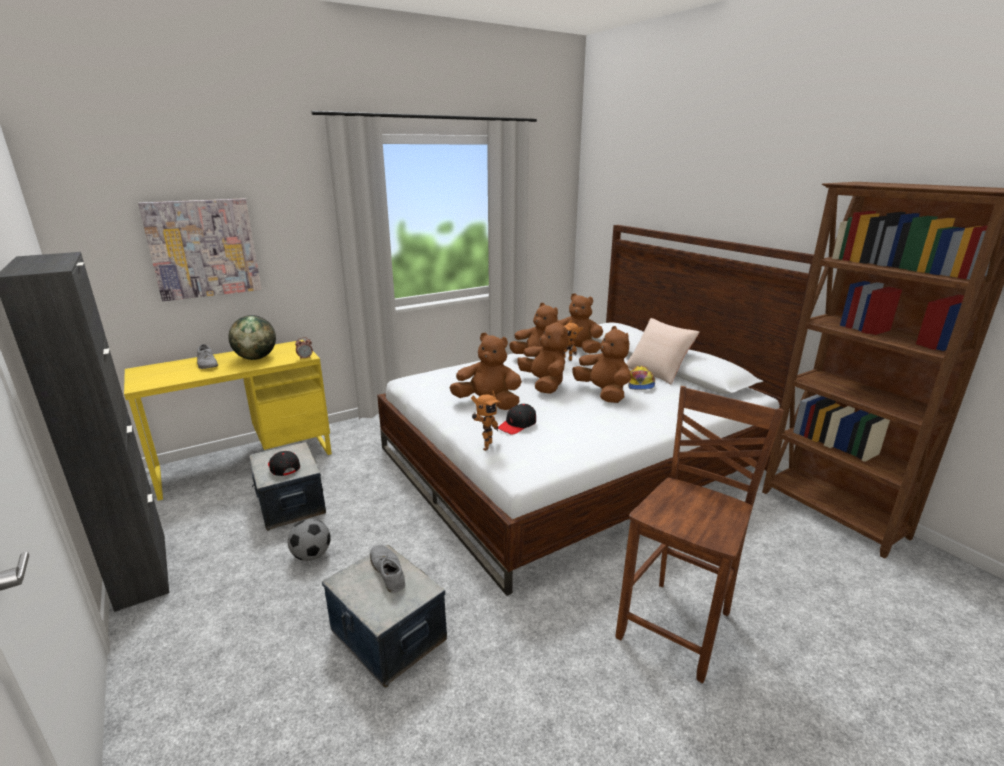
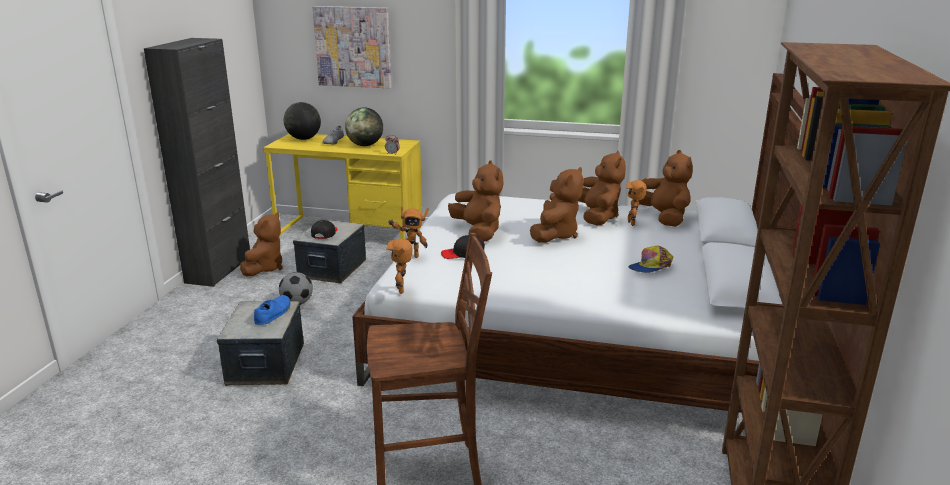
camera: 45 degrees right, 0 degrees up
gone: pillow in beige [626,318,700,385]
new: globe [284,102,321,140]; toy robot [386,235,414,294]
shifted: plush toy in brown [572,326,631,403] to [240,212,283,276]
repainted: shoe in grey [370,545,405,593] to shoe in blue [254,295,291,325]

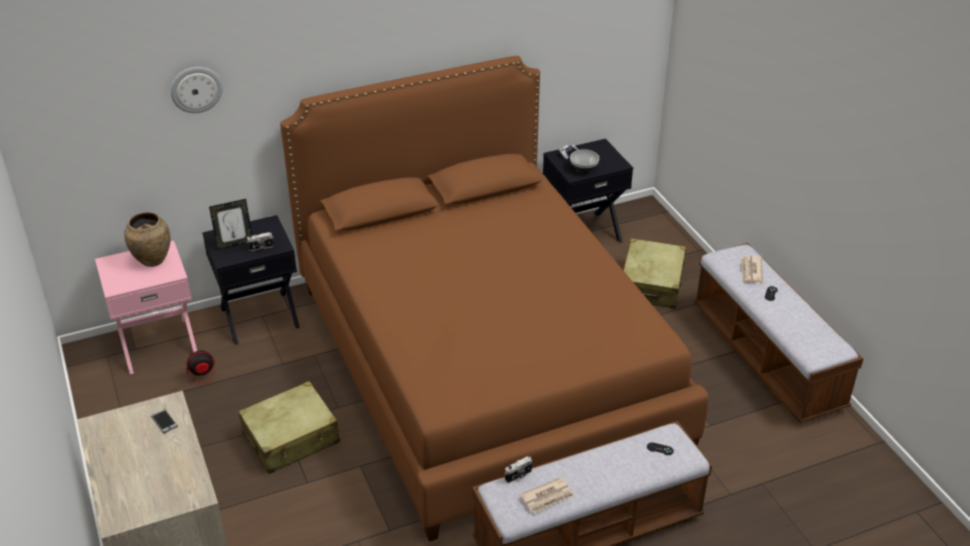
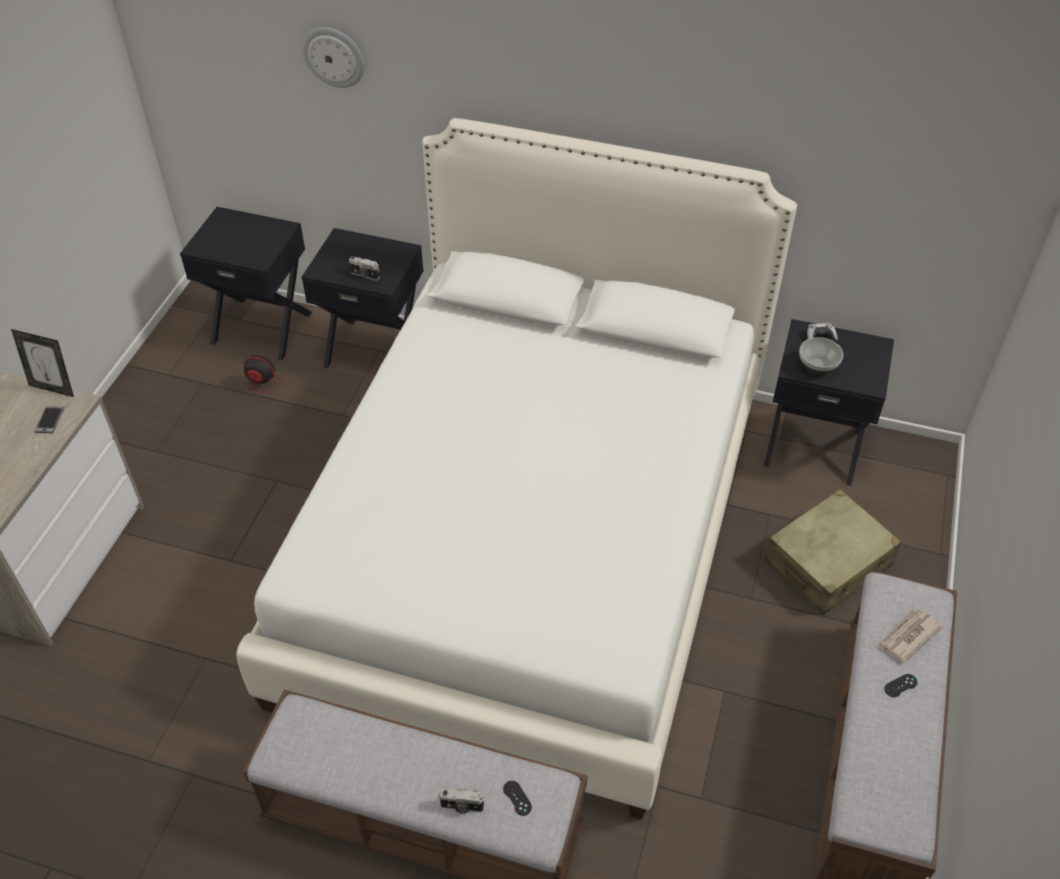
camera: 40 degrees right, 10 degrees up
gone: vase in brown [124,212,170,267]; suitcase in beige [238,381,340,474]; newspaper [519,477,575,513]
shifted: picture frame [209,199,252,250] to [11,329,74,397]; photo camera [505,456,532,483] to [438,788,485,814]
repainted: nightstand in pink [95,241,197,374] to nightstand in black [180,207,312,360]; bed in brown [280,56,709,542] to bed in white [236,118,797,820]

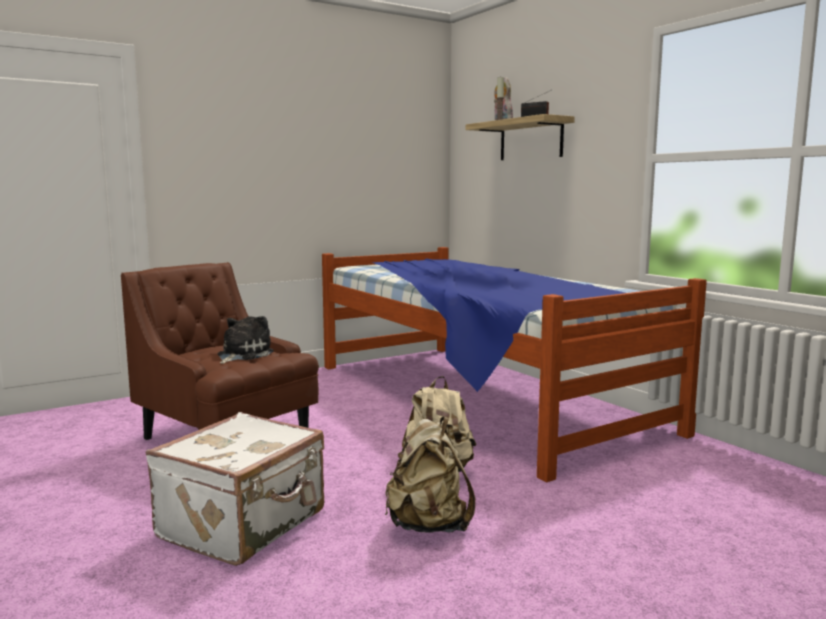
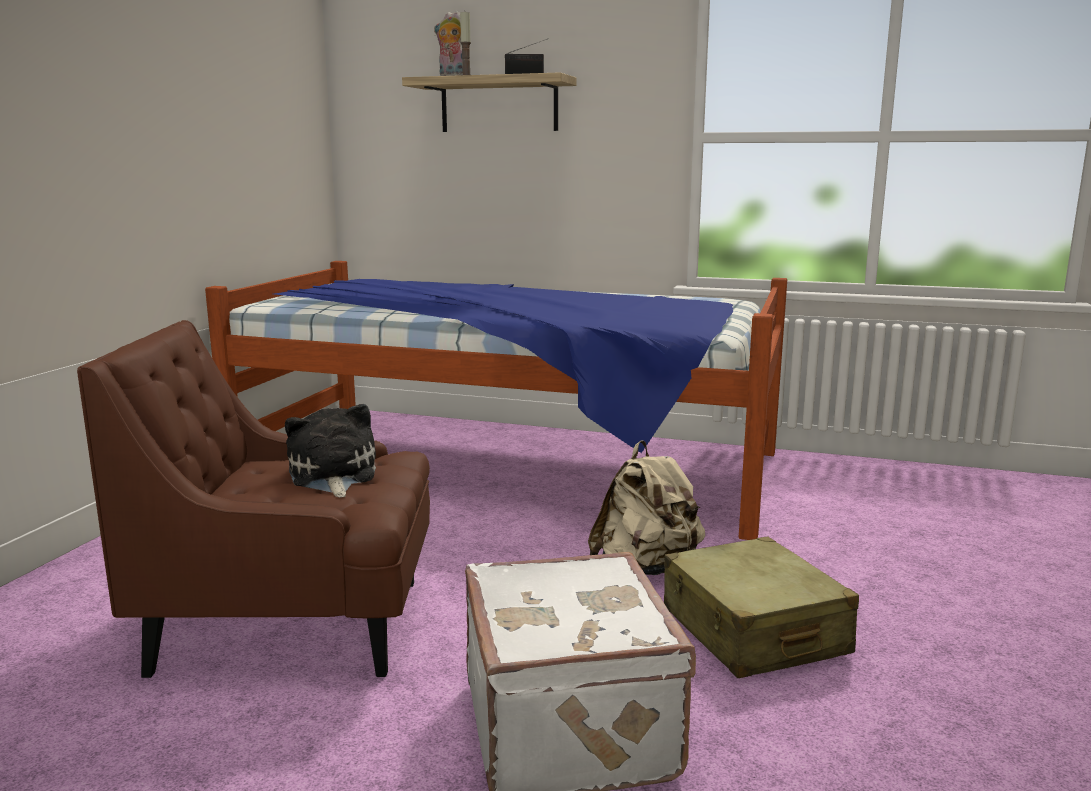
camera: 40 degrees left, 5 degrees up
swapped: backpack in beige [385,417,475,532] to suitcase in beige [664,536,859,678]

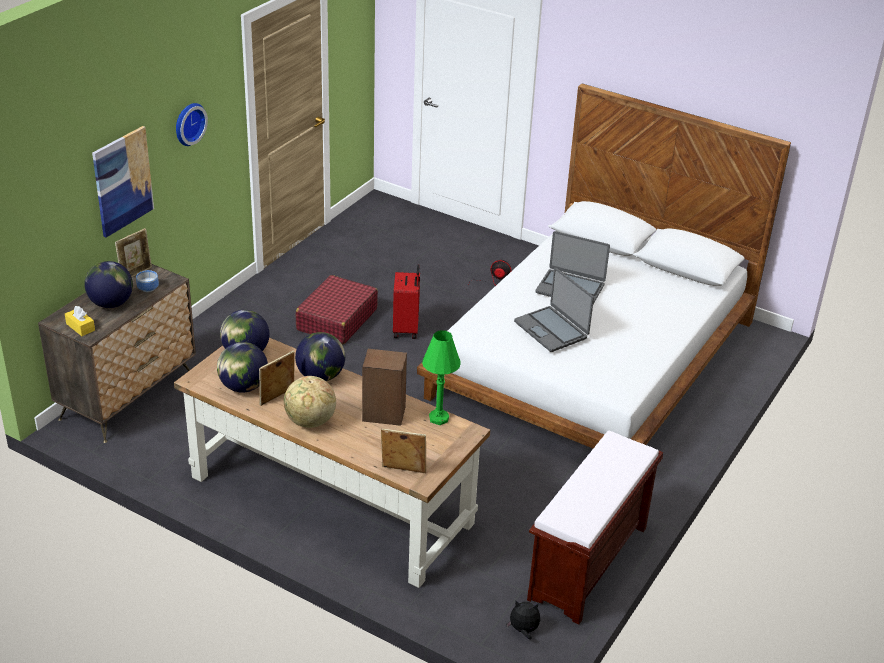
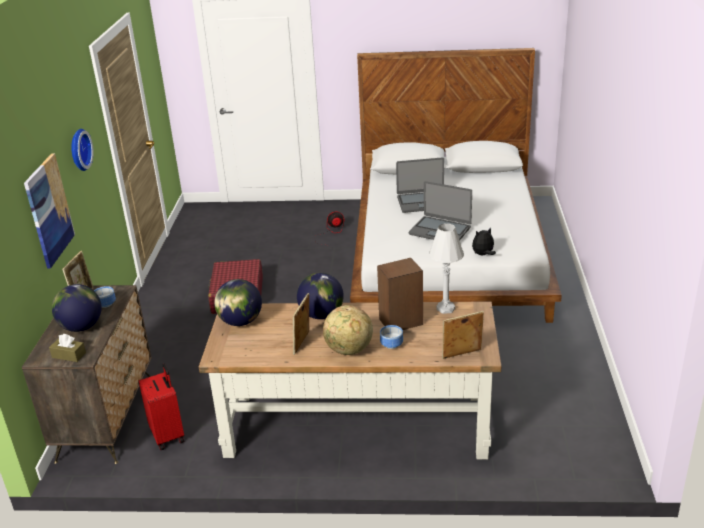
camera: 25 degrees left, 5 degrees down
gone: globe [217,342,268,393]; bench in brown [527,431,663,625]
new: bowl [380,325,403,349]
shifted: suitcase in red [393,265,420,339] to [139,364,184,450]; plush toy [507,601,540,639] to [472,228,496,255]
repainted: tissue box in yellow [65,306,95,336] to tissue box in brown [49,334,86,362]; table lamp in green [422,330,461,425] to table lamp in white [429,223,464,314]

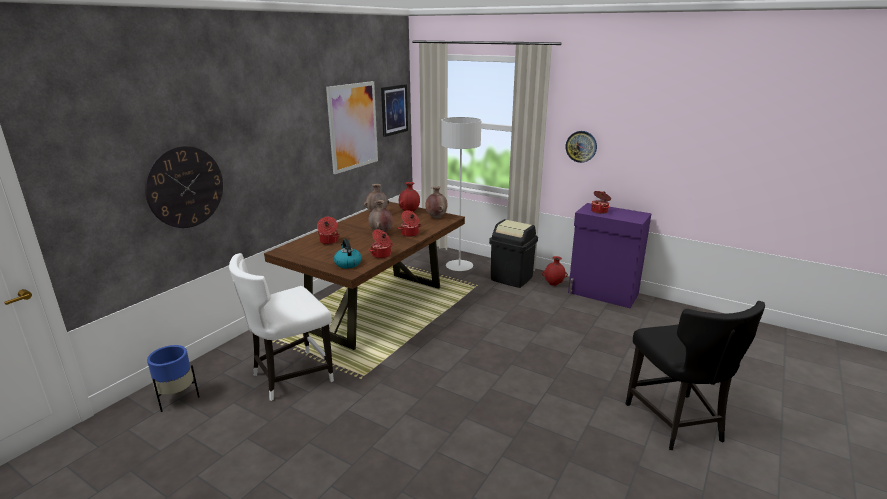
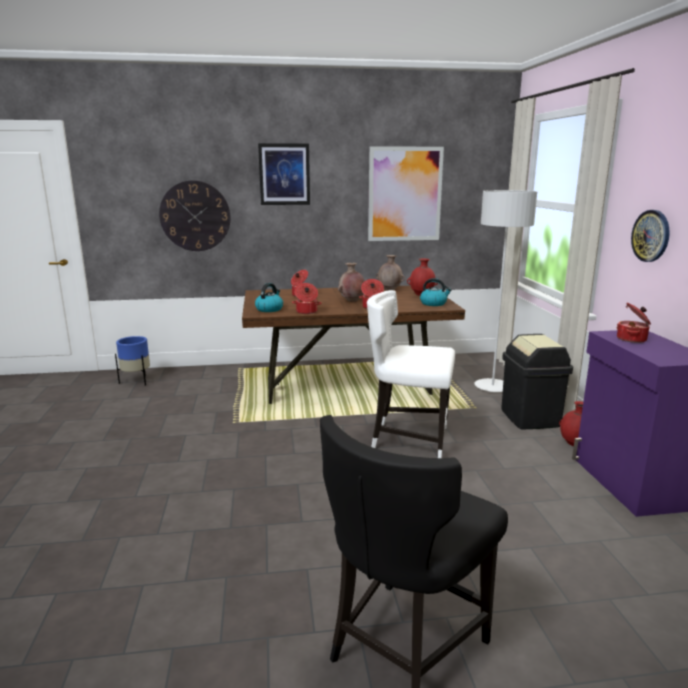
camera: 50 degrees right, 5 degrees down
shifted: chair in white [229,253,334,401] to [367,290,455,458]; picture [381,84,408,137] to [258,143,310,205]
swapped: vase in brown [425,186,448,219] to kettle [420,278,452,306]

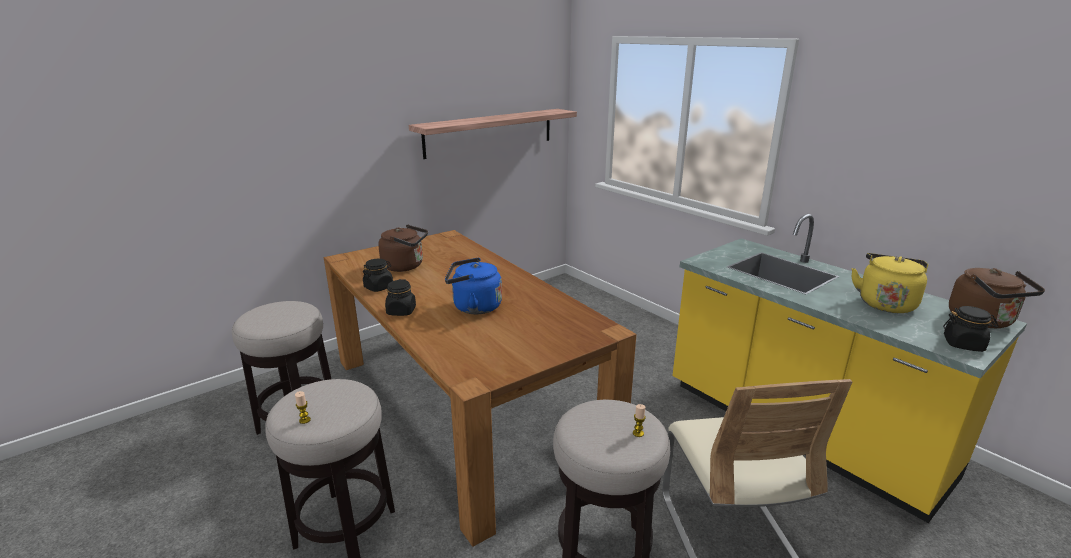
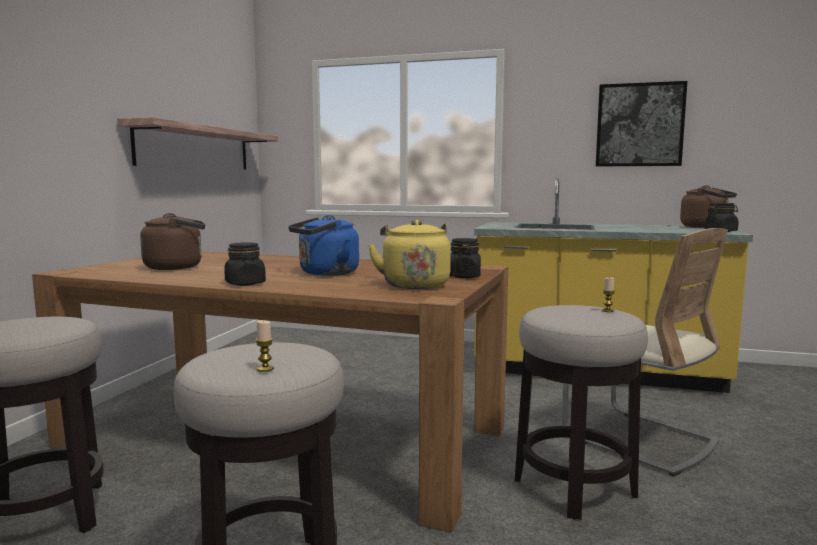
camera: 35 degrees left, 15 degrees down
new: picture [596,81,687,166]
shifted: jar in black [363,259,393,292] to [450,238,481,278]; kettle in yellow [852,253,928,313] to [368,220,451,289]

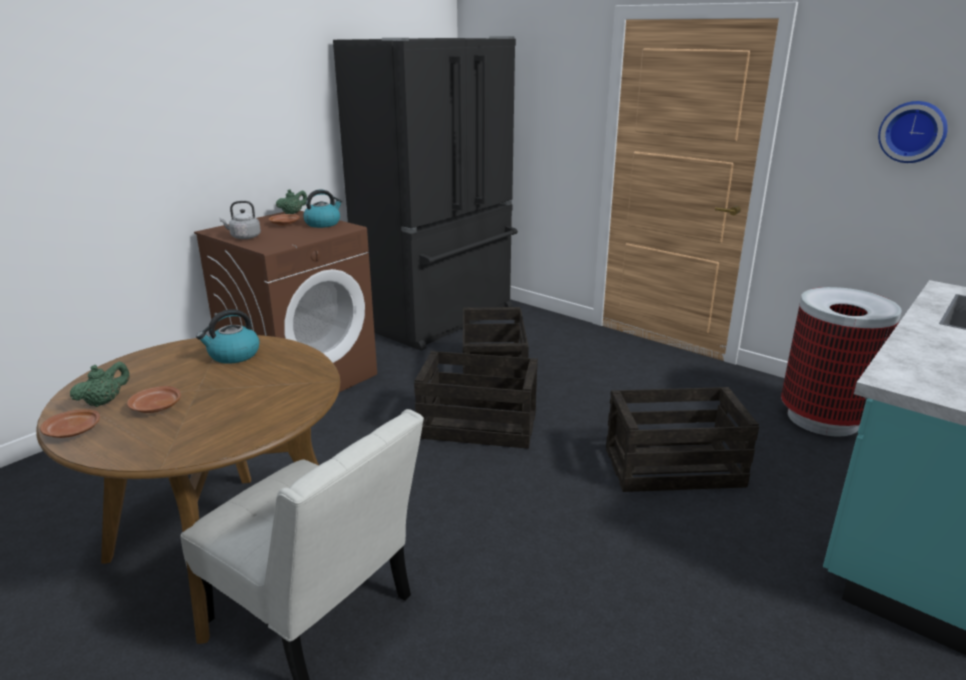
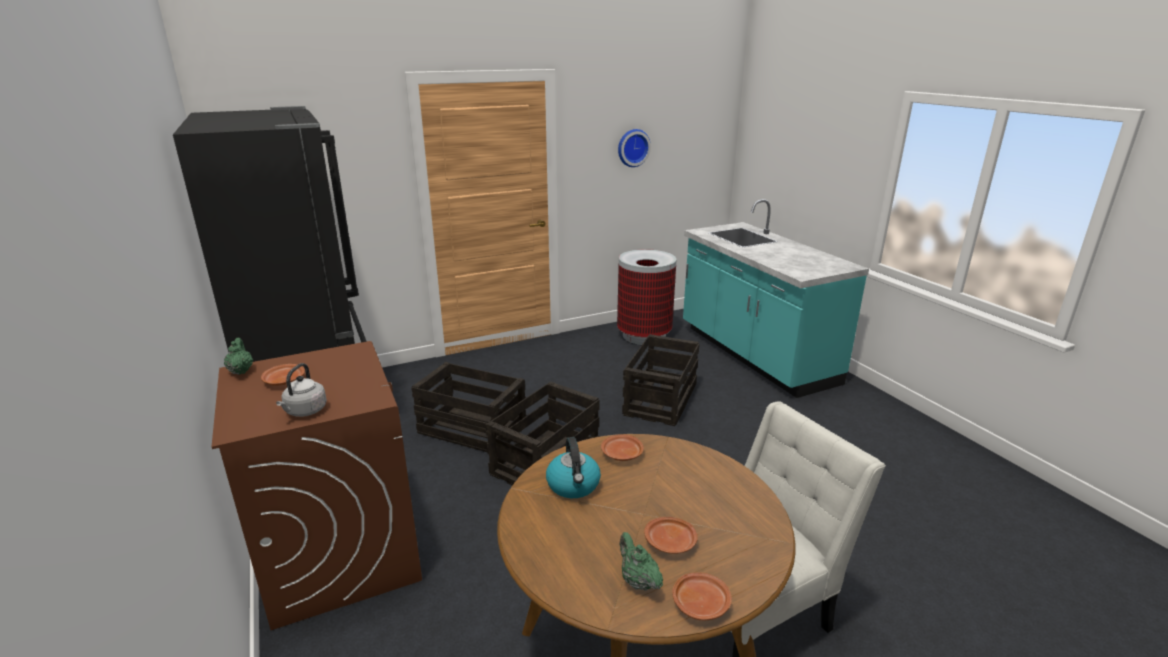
camera: 65 degrees left, 0 degrees up
gone: kettle [303,189,342,228]
new: plate in brown [601,434,644,461]

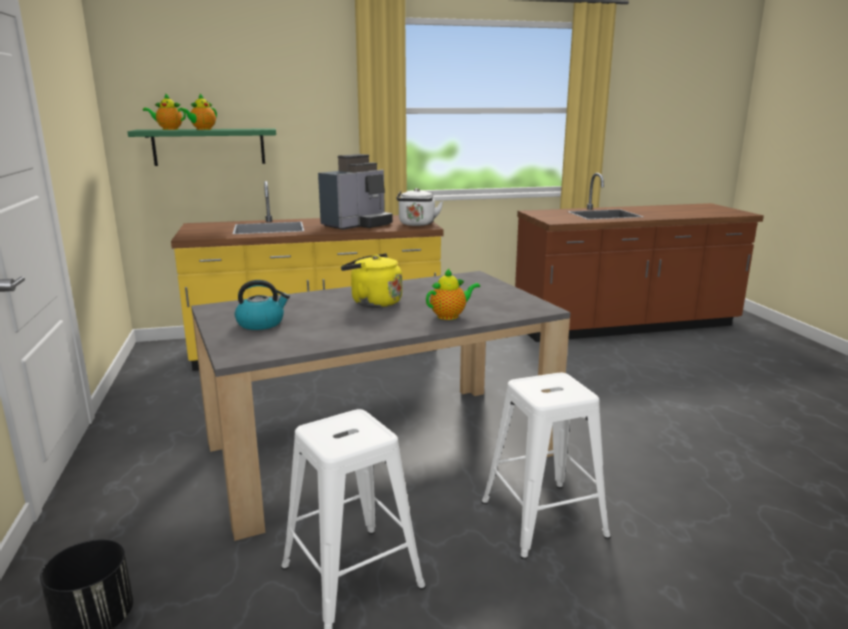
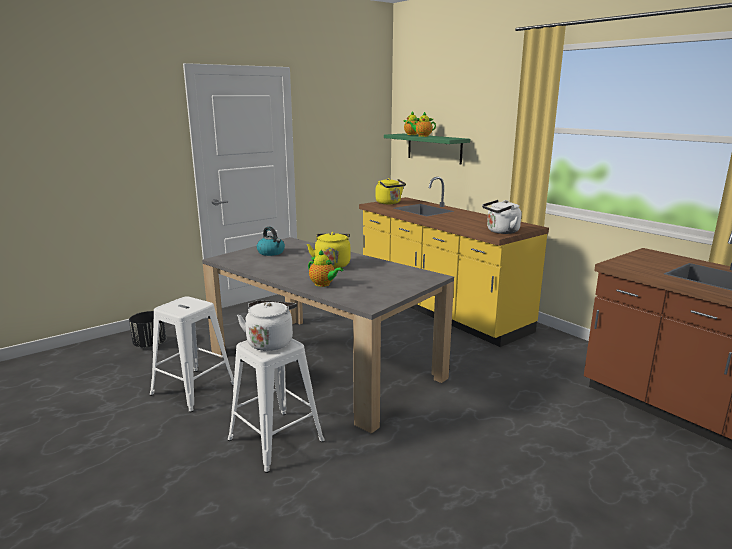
camera: 65 degrees right, 0 degrees up
gone: coffee machine [318,154,393,230]
new: kettle in white [237,300,297,351]; kettle in yellow [376,178,406,204]

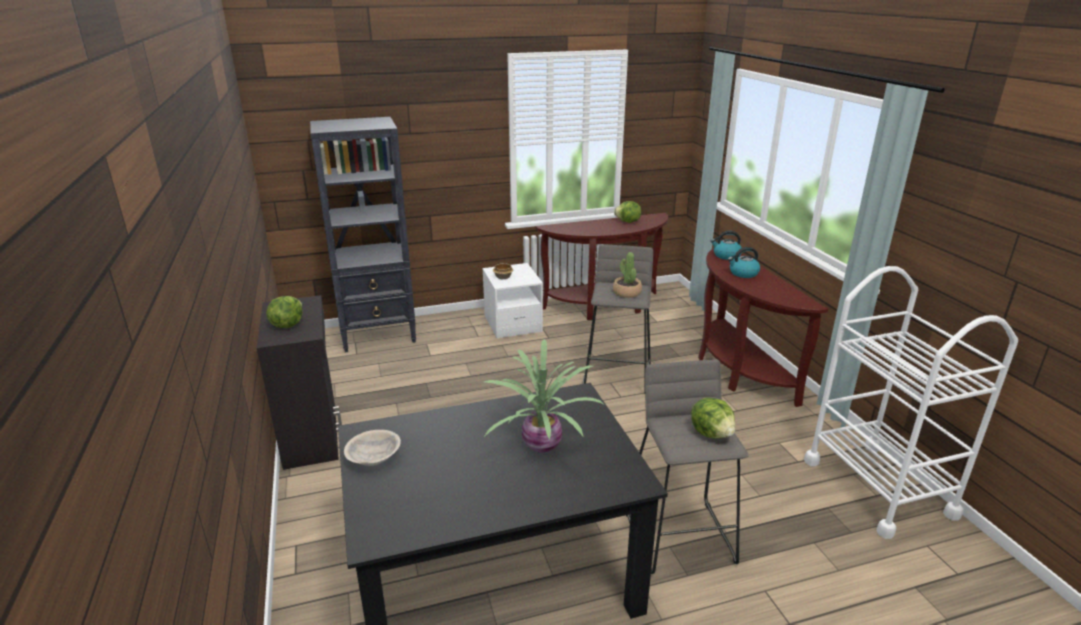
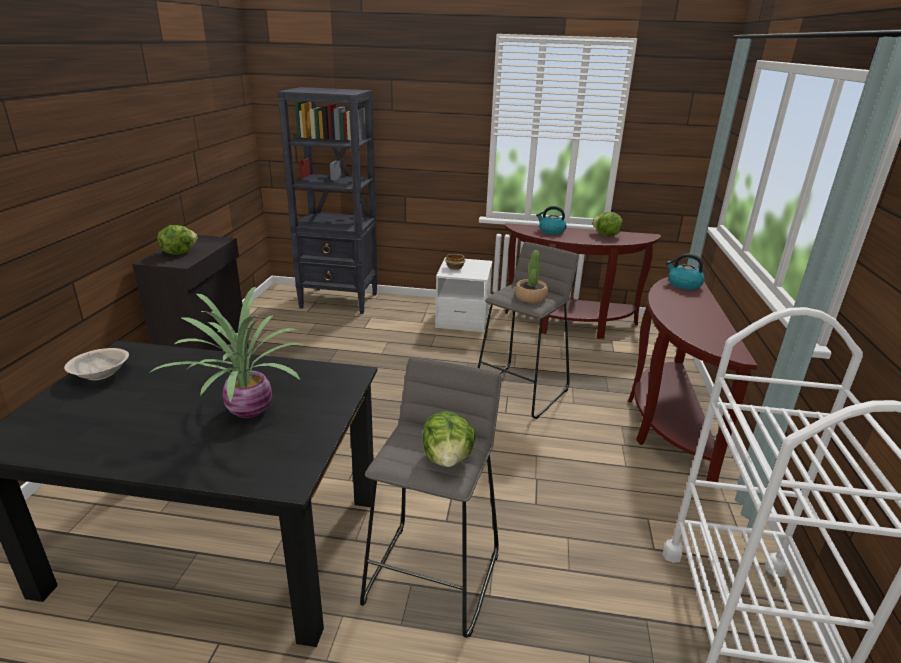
camera: 25 degrees right, 0 degrees up
shifted: kettle [728,247,760,278] to [536,206,566,235]

